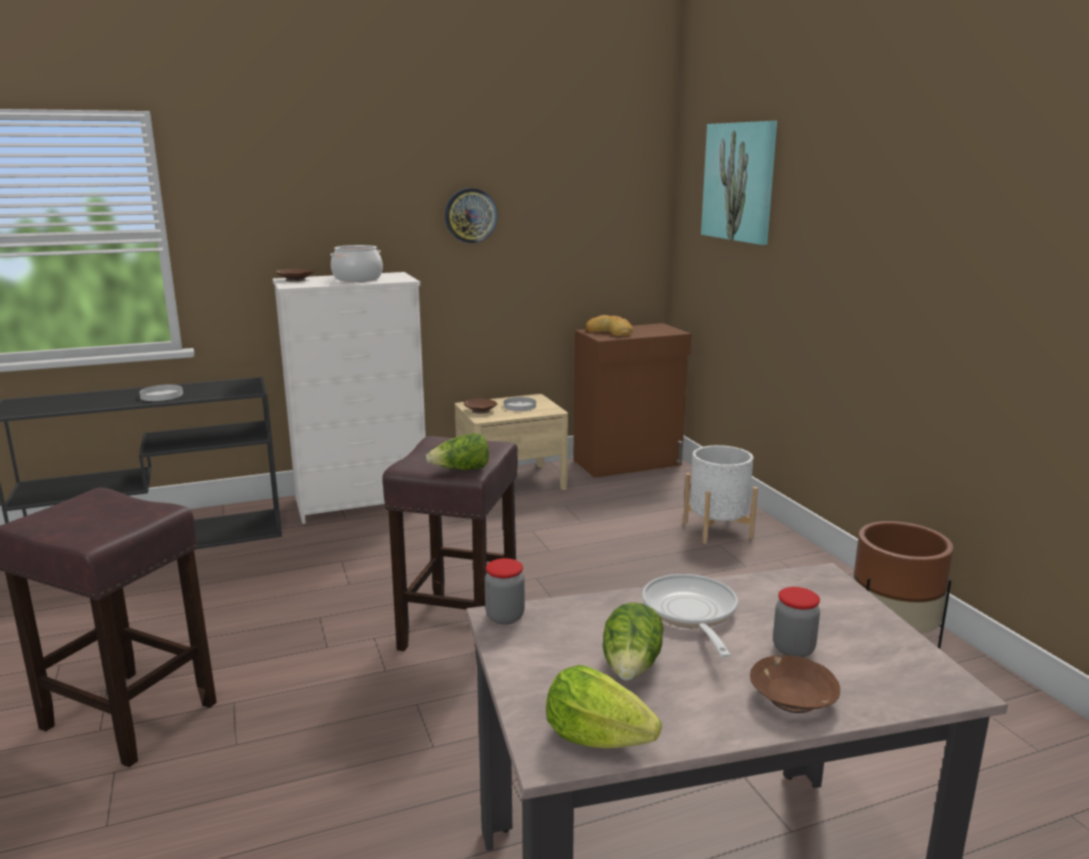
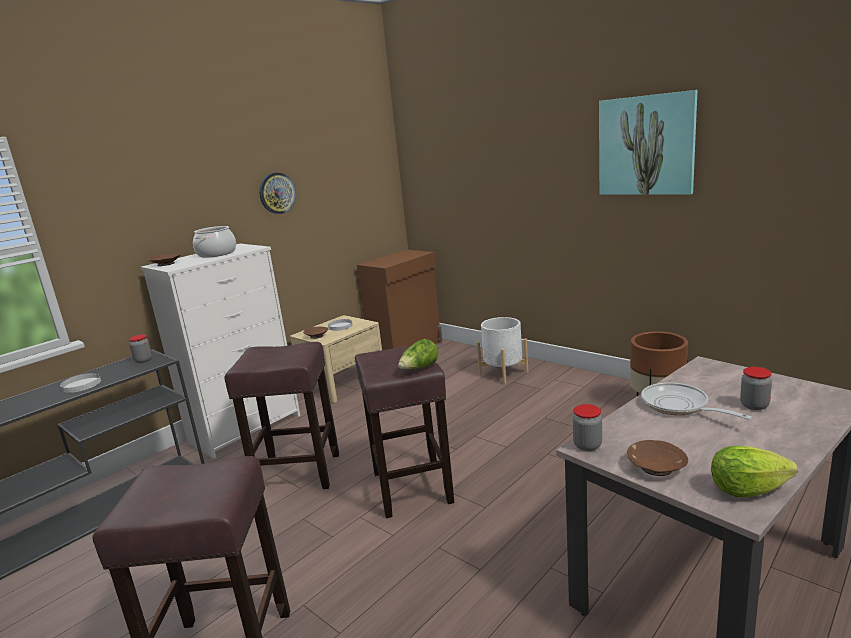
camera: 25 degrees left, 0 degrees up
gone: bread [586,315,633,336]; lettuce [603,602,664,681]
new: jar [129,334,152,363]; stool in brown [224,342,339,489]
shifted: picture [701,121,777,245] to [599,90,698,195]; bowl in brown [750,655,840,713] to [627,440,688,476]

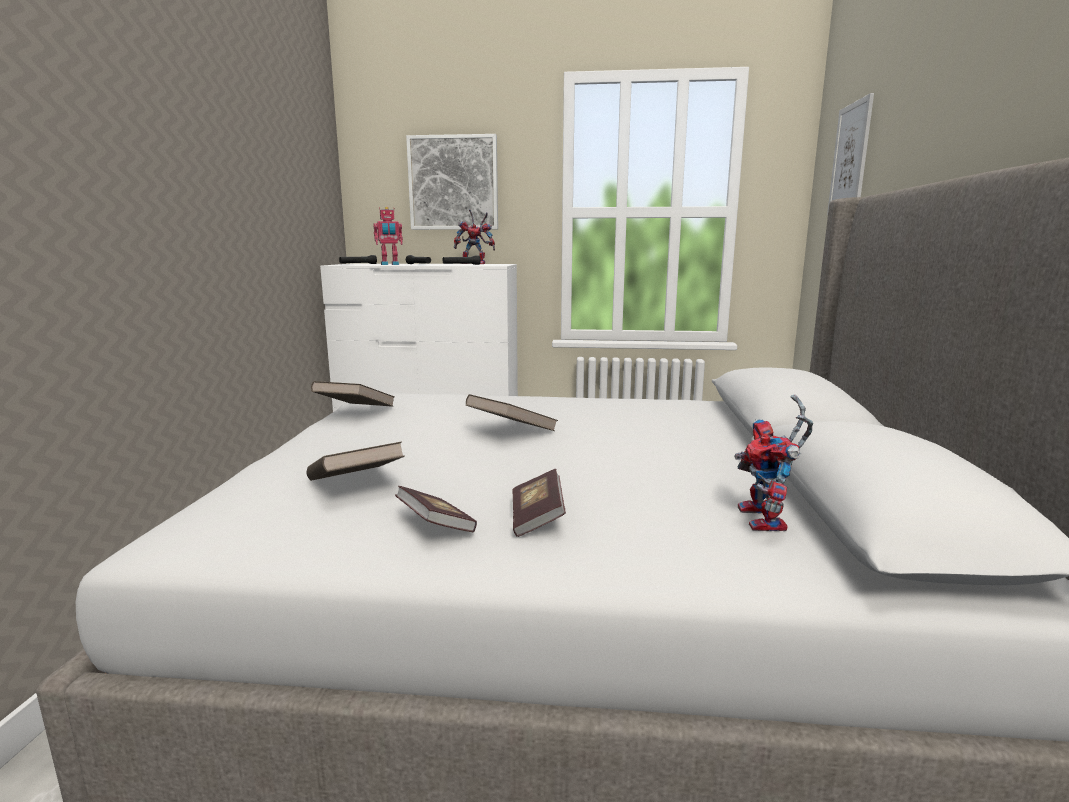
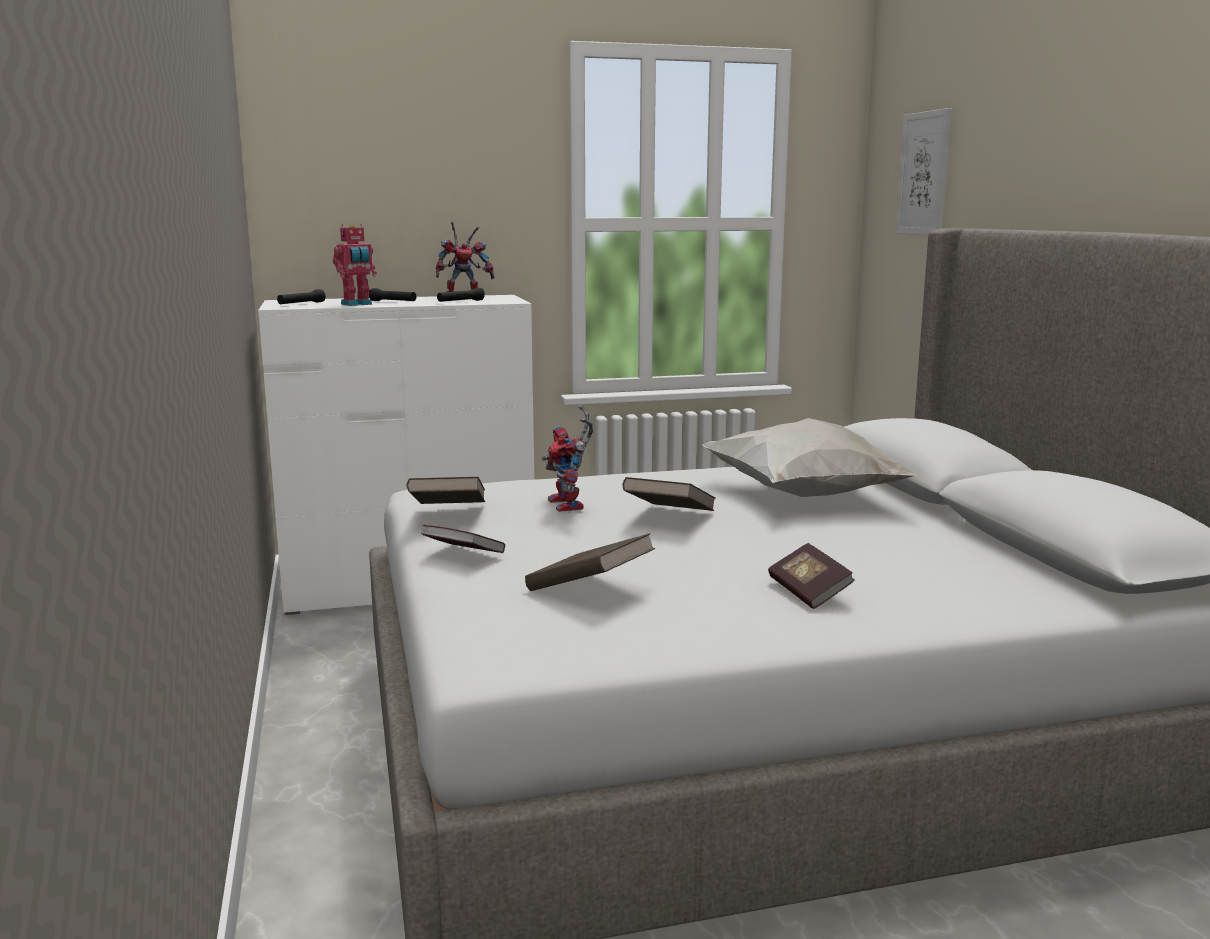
camera: 20 degrees left, 0 degrees up
gone: picture [406,134,498,230]
new: pillow in white [701,418,920,497]
shifted: book [395,486,477,532] to [421,525,505,553]; toy robot [734,395,813,531] to [542,405,593,512]

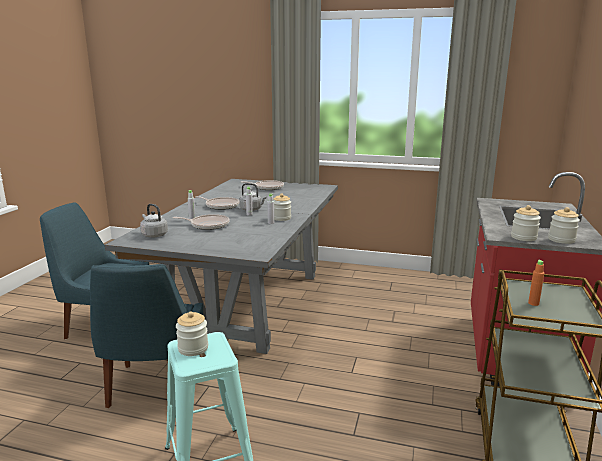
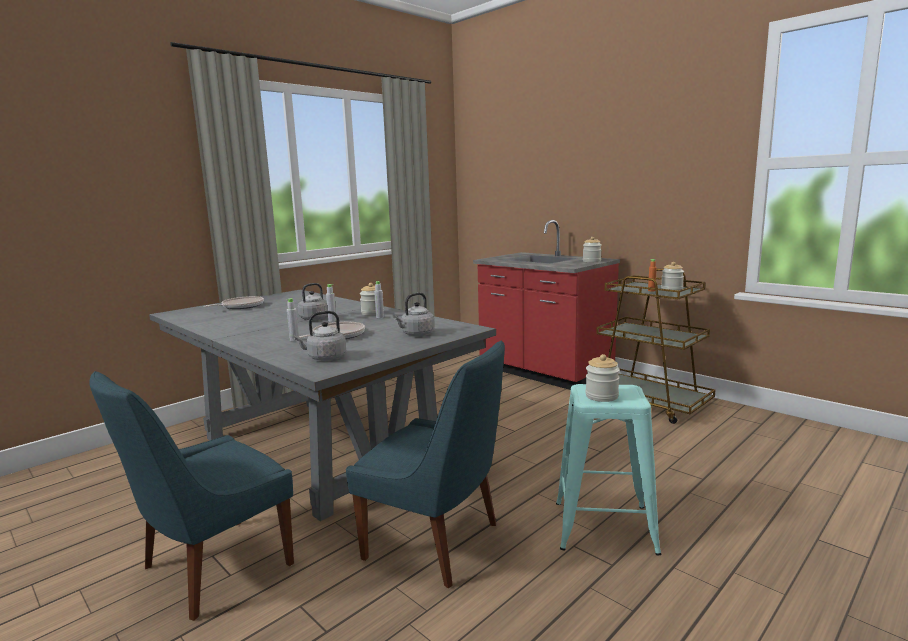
camera: 60 degrees left, 5 degrees down
gone: frying pan [195,196,239,210]
new: kettle in grey [393,292,435,336]
shifted: jar [511,205,541,241] to [661,262,684,290]

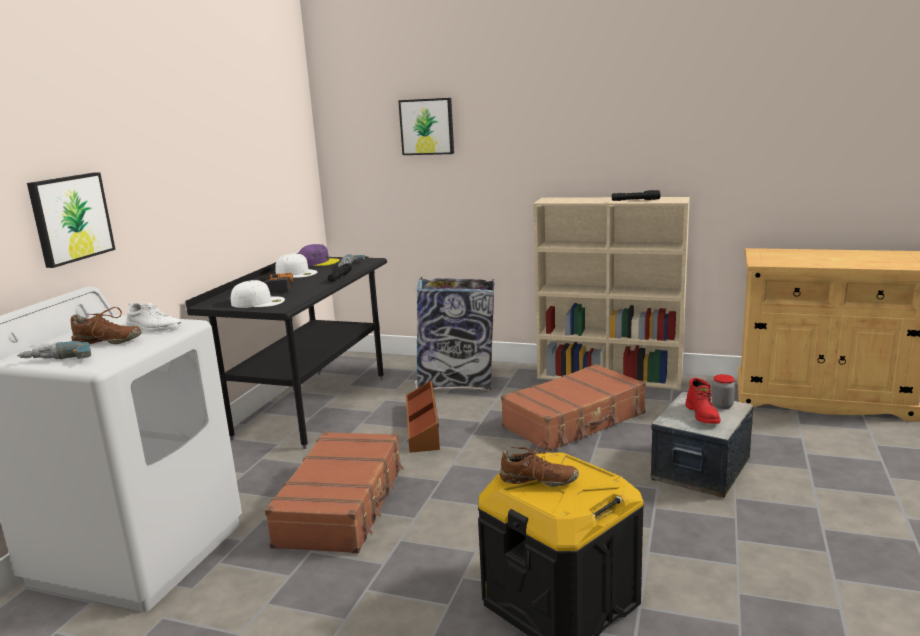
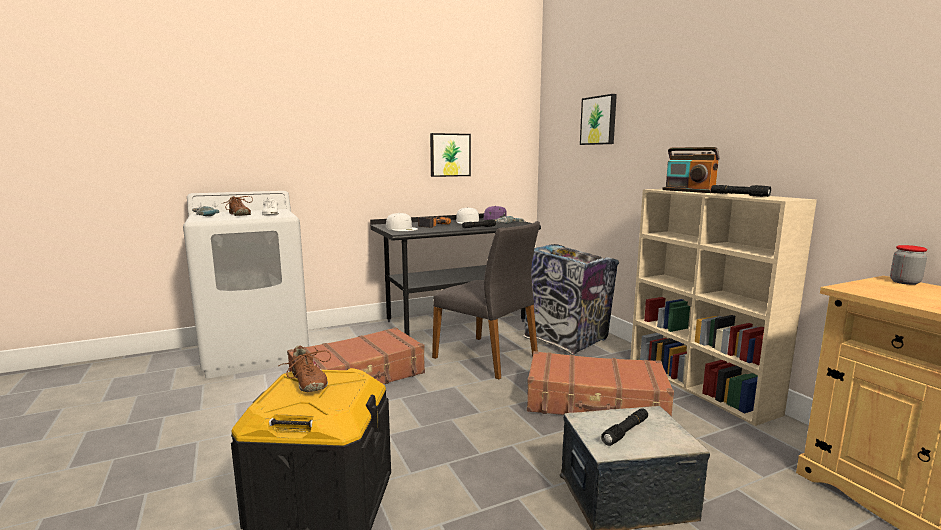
camera: 45 degrees right, 5 degrees down
new: radio [662,147,720,193]
shifted: picture [27,172,116,268] to [430,133,471,177]; jar [712,374,735,409] to [890,245,928,285]
swapped: storage box in brown [406,380,440,453] to chair in grey [432,221,540,380]; boot in red [685,378,721,424] to flashlight in black [601,409,648,446]

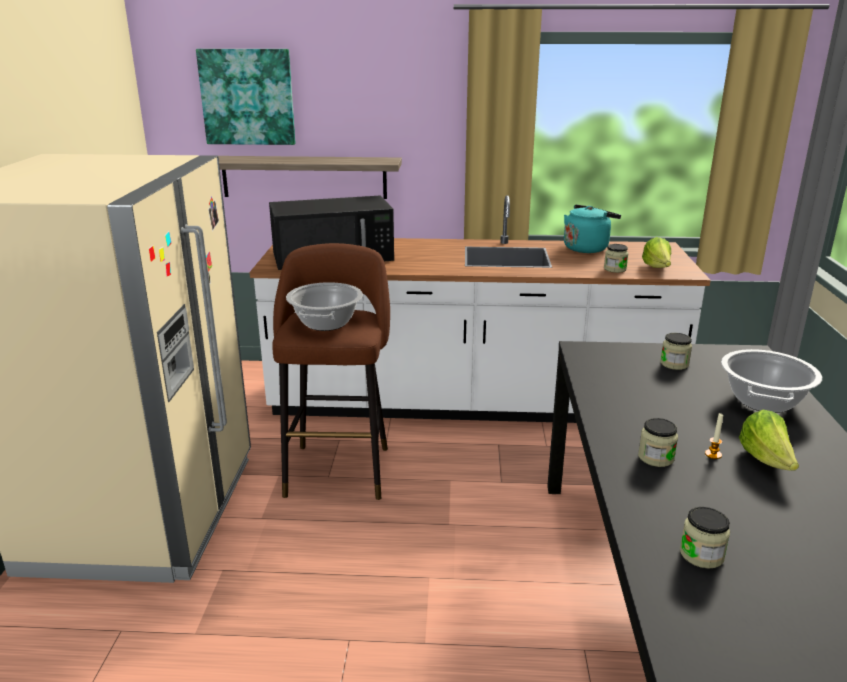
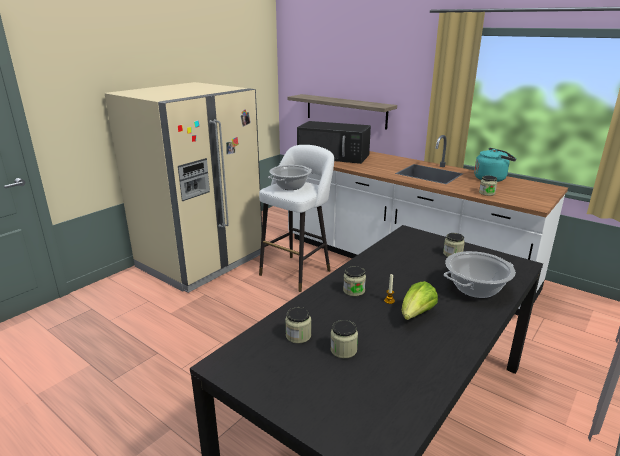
camera: 35 degrees right, 0 degrees up
gone: picture [196,49,295,145]; lettuce [642,237,671,268]
new: jar [330,320,358,358]
repainted: stool in brown [272,243,390,500] to stool in white [259,145,334,292]

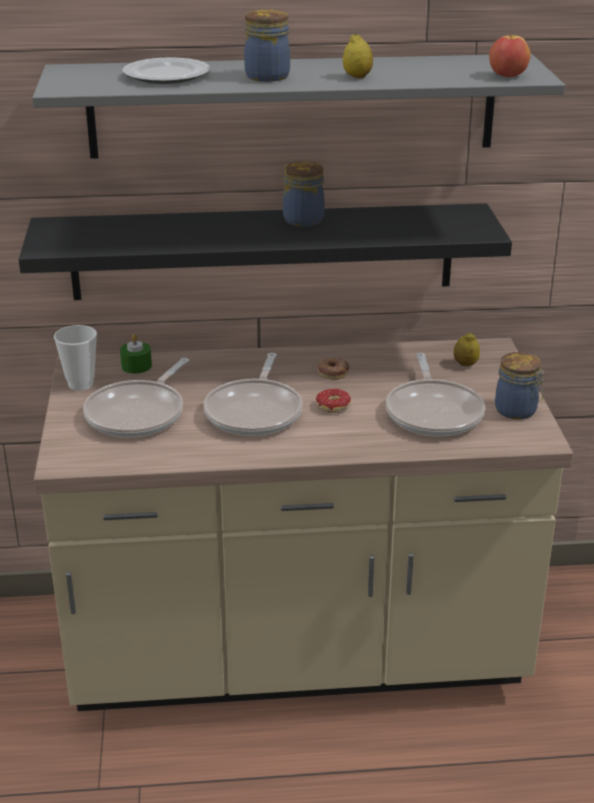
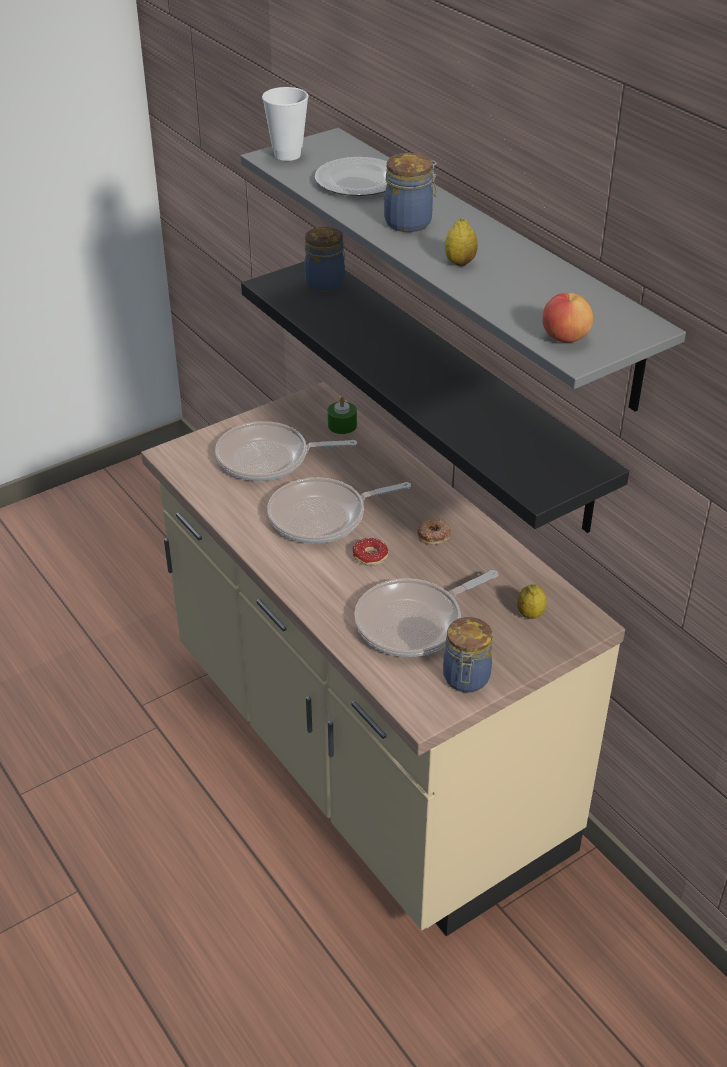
camera: 60 degrees right, 10 degrees up
shifted: cup [54,325,97,391] to [262,87,308,161]; jar [283,161,325,226] to [304,227,345,292]

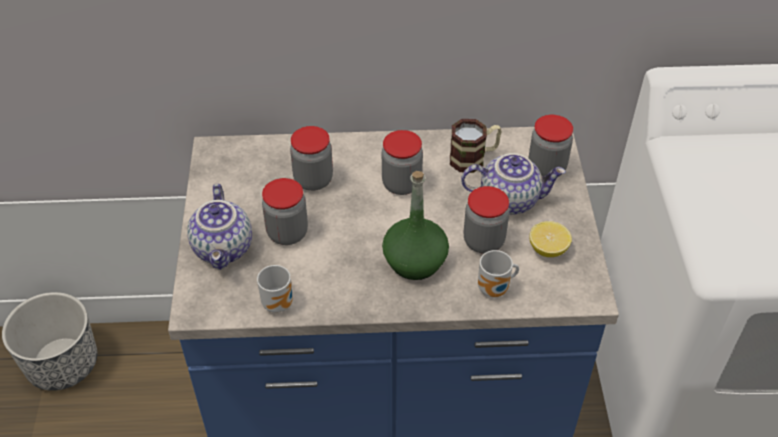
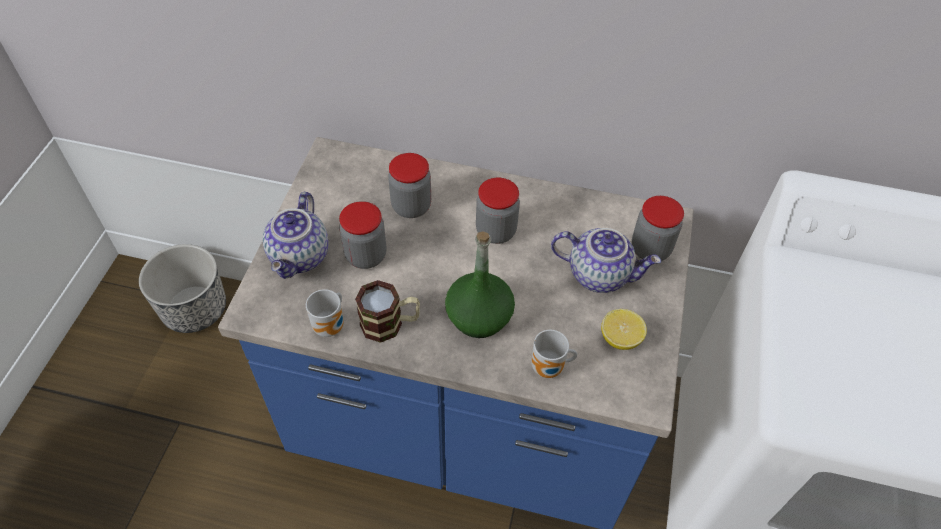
camera: 15 degrees right, 5 degrees up
gone: jar [464,186,510,254]
shifted: mug [450,119,502,173] to [355,280,420,343]

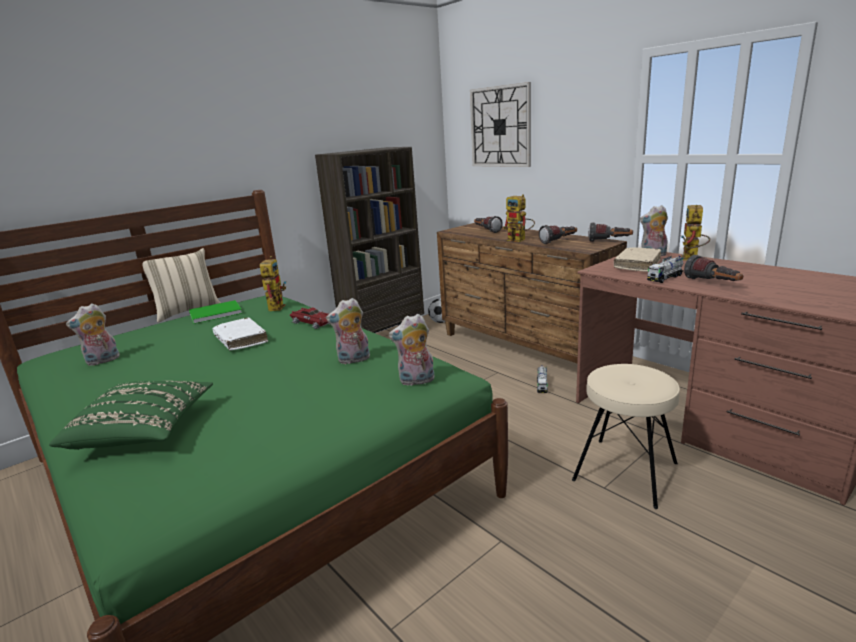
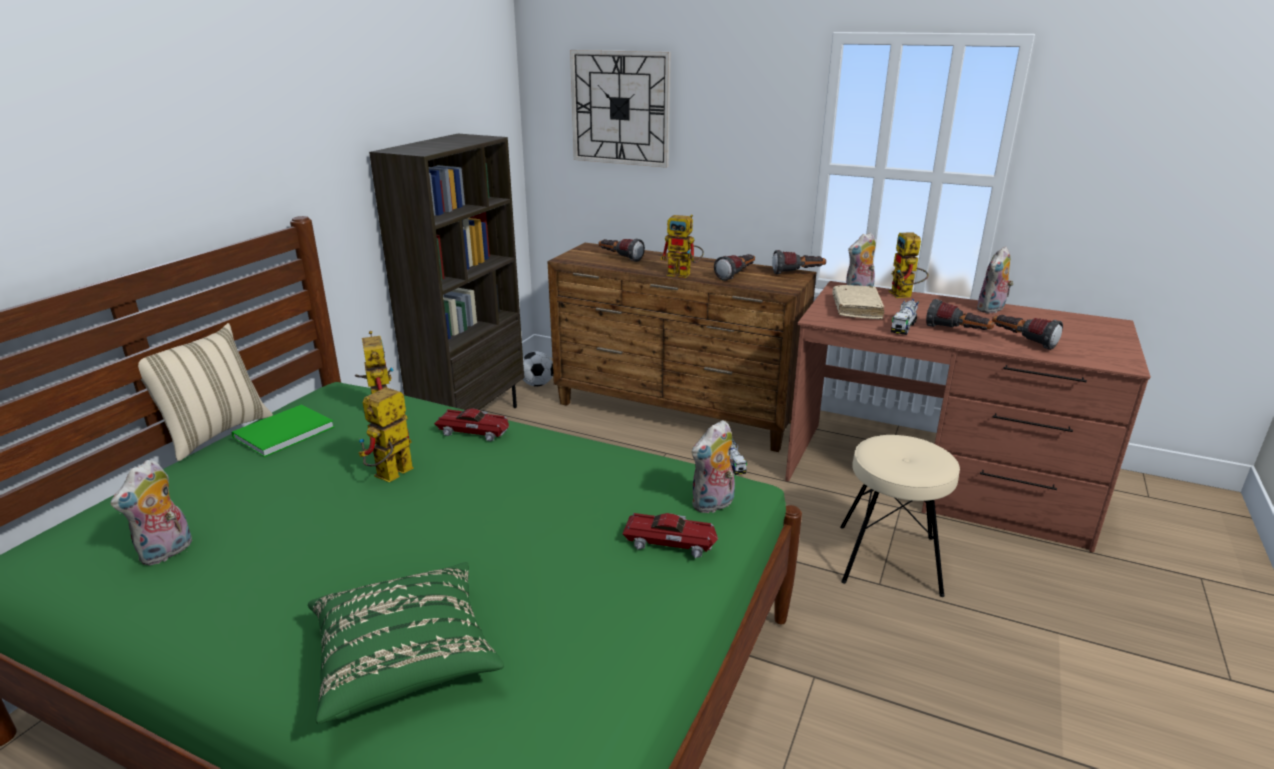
camera: 25 degrees left, 5 degrees up
new: toy car [623,513,718,558]; flashlight [992,315,1063,350]
shifted: plush toy [326,298,370,364] to [976,246,1013,314]
swapped: book in white [213,317,268,350] to toy robot [358,387,414,482]

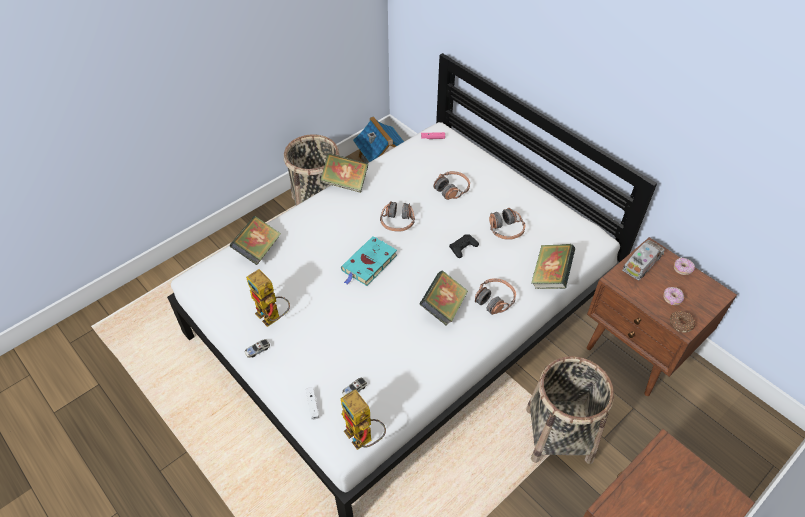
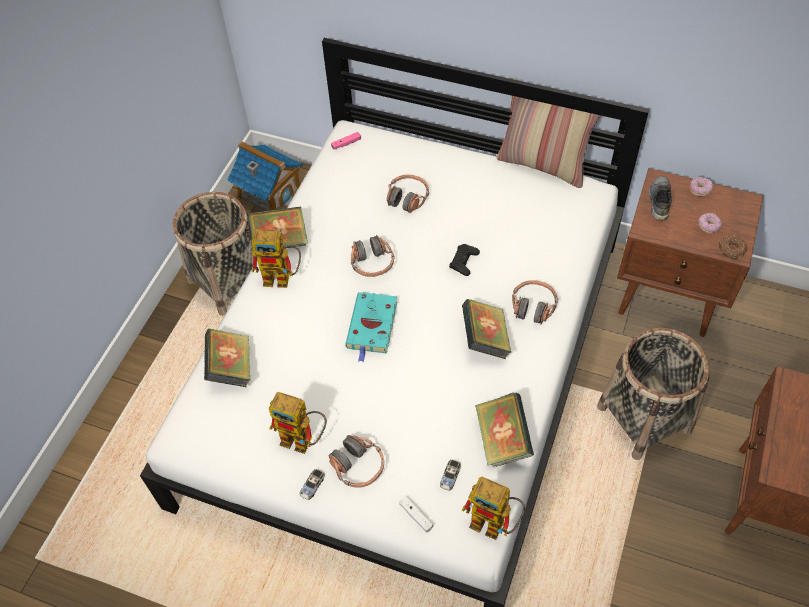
camera: 25 degrees left, 5 degrees up
new: toy robot [251,229,301,288]; pillow [497,79,600,188]
shifted: headphones [489,208,525,240] to [329,435,384,487]; book [531,244,575,289] to [475,392,534,468]
swapped: toy truck [622,240,665,280] to shoe in grey [649,176,672,221]

